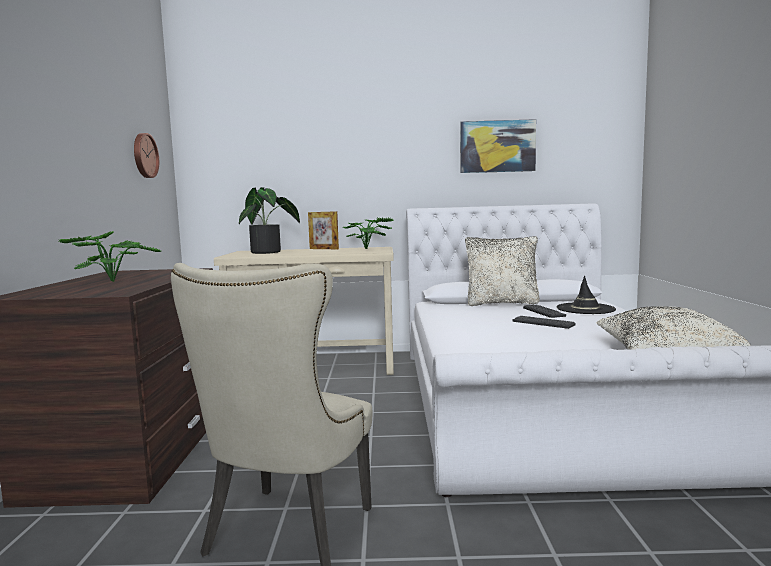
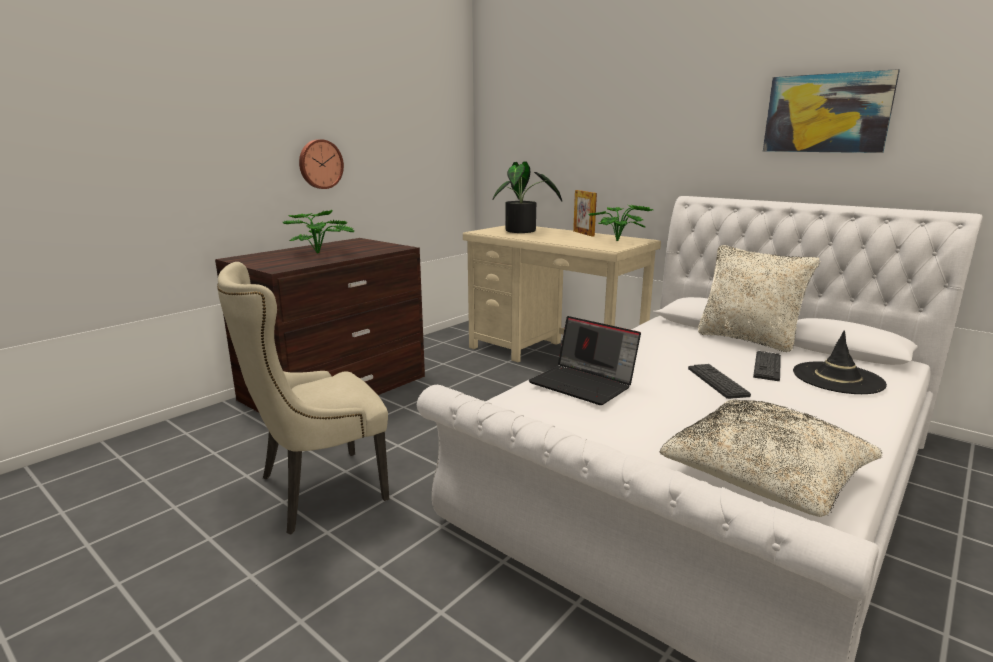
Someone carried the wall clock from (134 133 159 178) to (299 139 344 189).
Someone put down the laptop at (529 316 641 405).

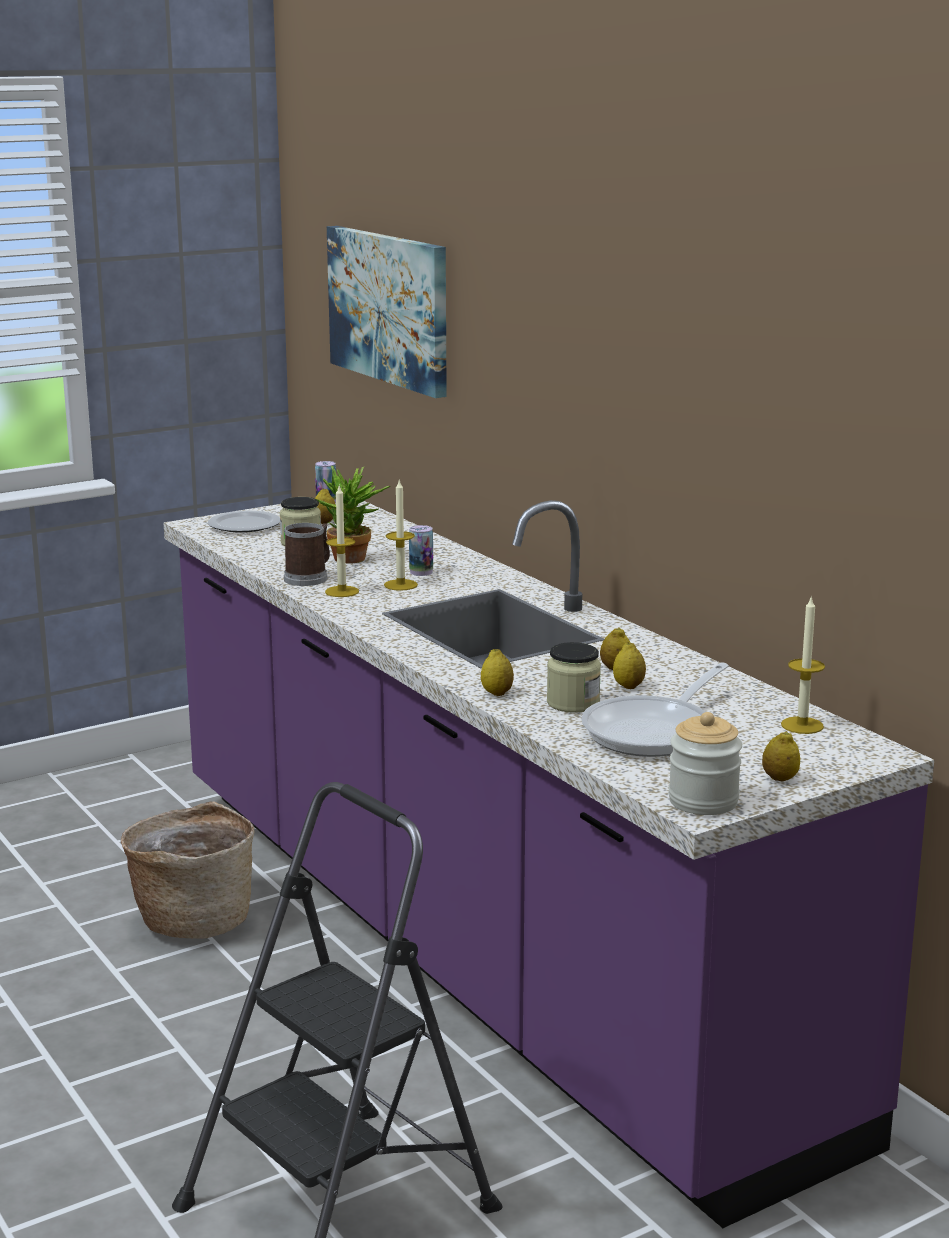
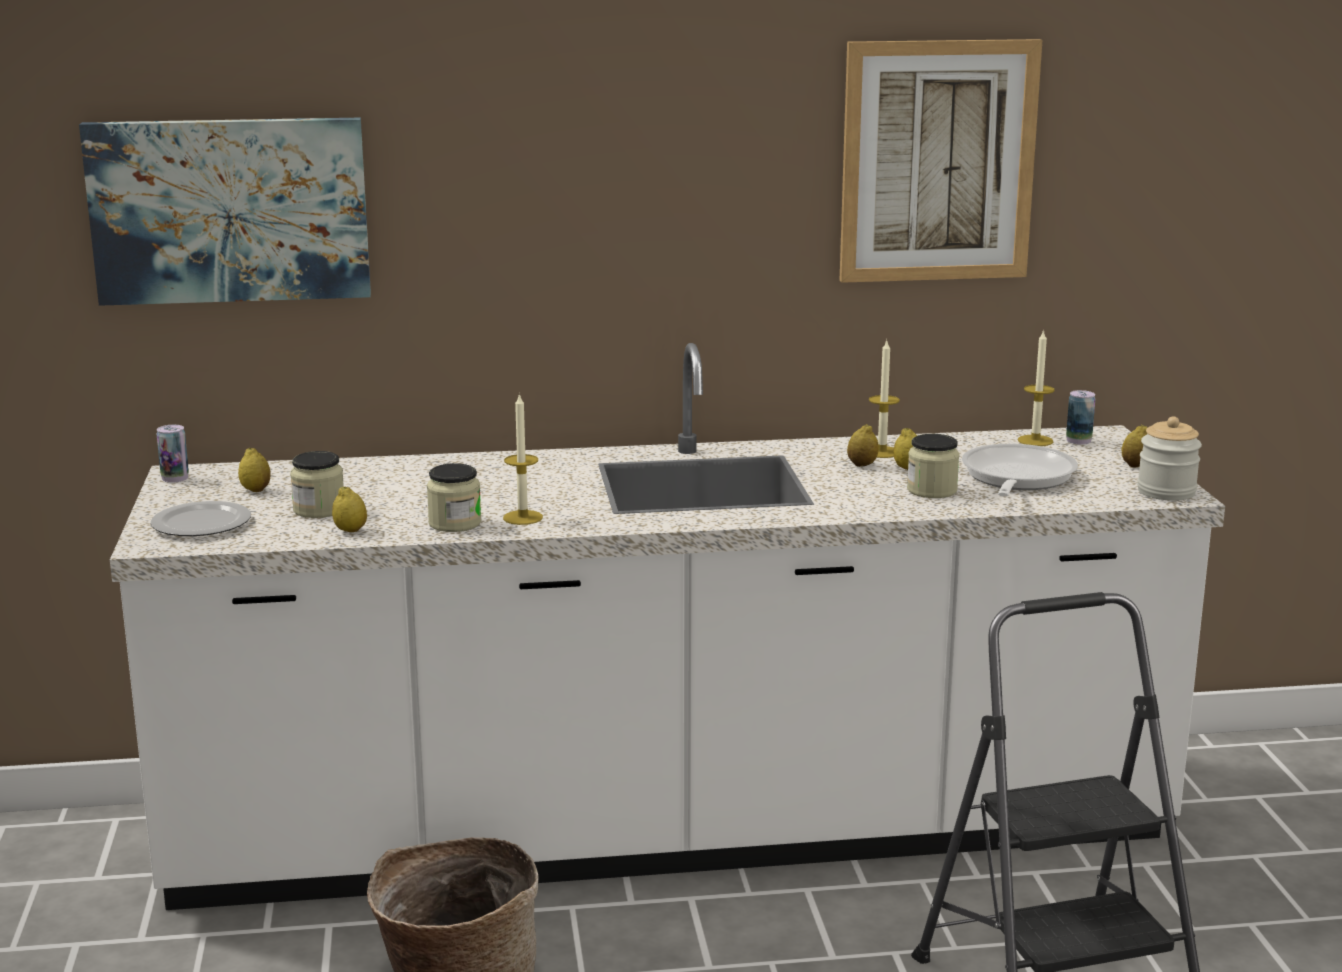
Someone repainted the purple counter at (164 500 934 1228), which became the white counter at (110 343 1225 910).
Someone swapped the mug at (284 523 330 586) for the jar at (427 463 482 532).
Someone took away the potted plant at (316 465 391 564).
Someone carried the candle from (384 479 418 591) to (869 340 900 458).
Someone carried the can from (409 525 433 576) to (1066 390 1095 445).
Someone carried the lemon from (481 649 514 696) to (332 487 367 532).
Someone rotated the frying pan at (581 662 729 757) by 135 degrees counterclockwise.
Someone put up the picture at (839 39 1042 283).

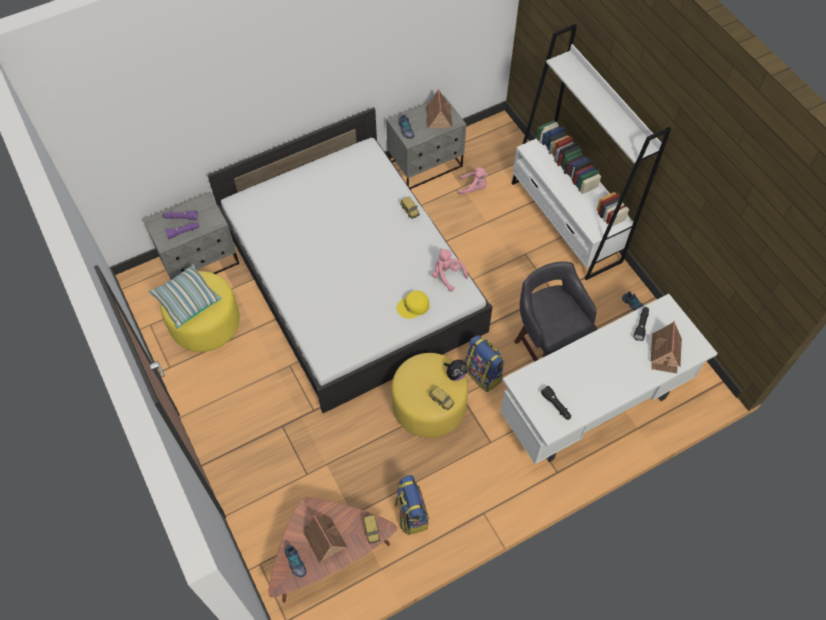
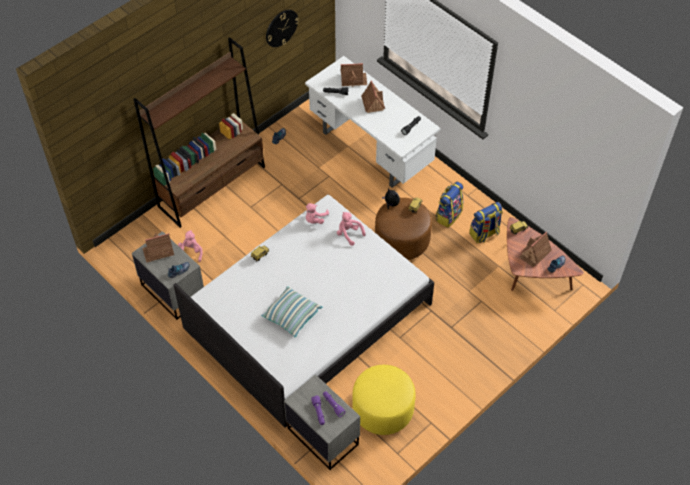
Someone carried the pillow from (149 264 222 329) to (261 286 323 338).
Someone repainted the yellow ottoman at (391 353 468 438), which became the brown ottoman at (375 198 432 260).
Someone swapped the yellow cap at (397 290 429 319) for the pink plush toy at (337 212 366 246).
Someone carried the backpack from (465 335 505 392) to (435 182 463 228).
Someone repainted the white bookcase at (512 24 672 280), which became the brown bookcase at (134 37 265 228).
Someone took away the grey stool at (514 261 598 362).
Someone put up the wall clock at (266 10 299 47).
Someone put down the toy house at (361 81 385 113).

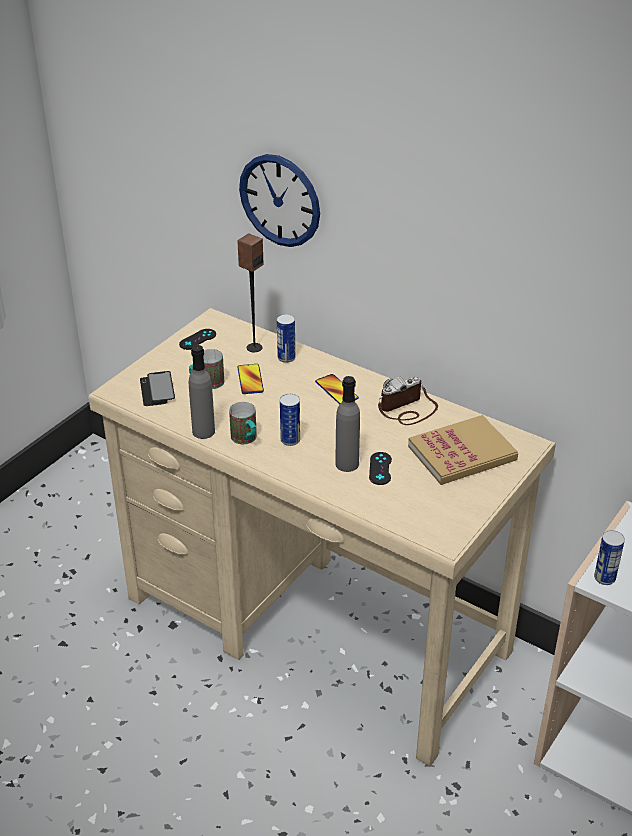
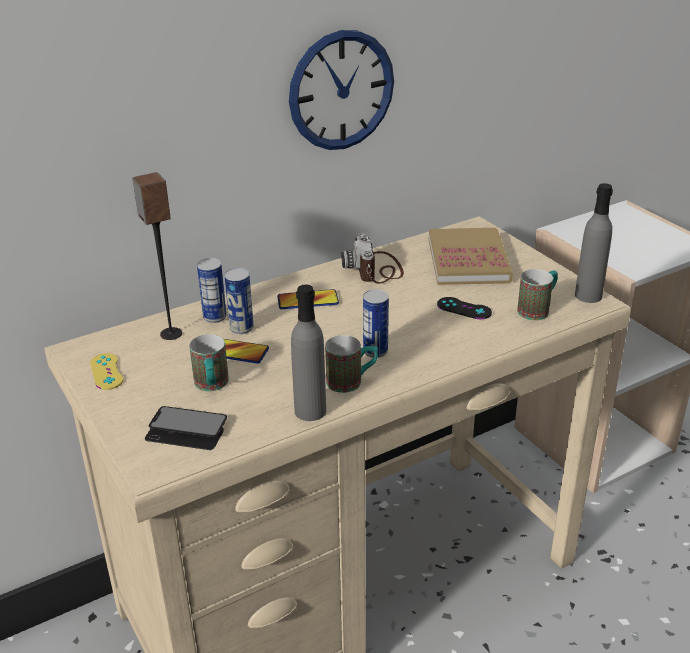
Someone repainted the black game controller at (179 329 216 350), which became the yellow game controller at (90 353 123 390).
Someone carried the wall clock from (239 154 320 247) to (289 30 394 150).
Someone carried the grey bottle from (336 376 360 472) to (575 183 613 303).
Someone carried the can from (594 530 625 585) to (225 268 254 334).
Someone put down the mug at (517 269 558 320).

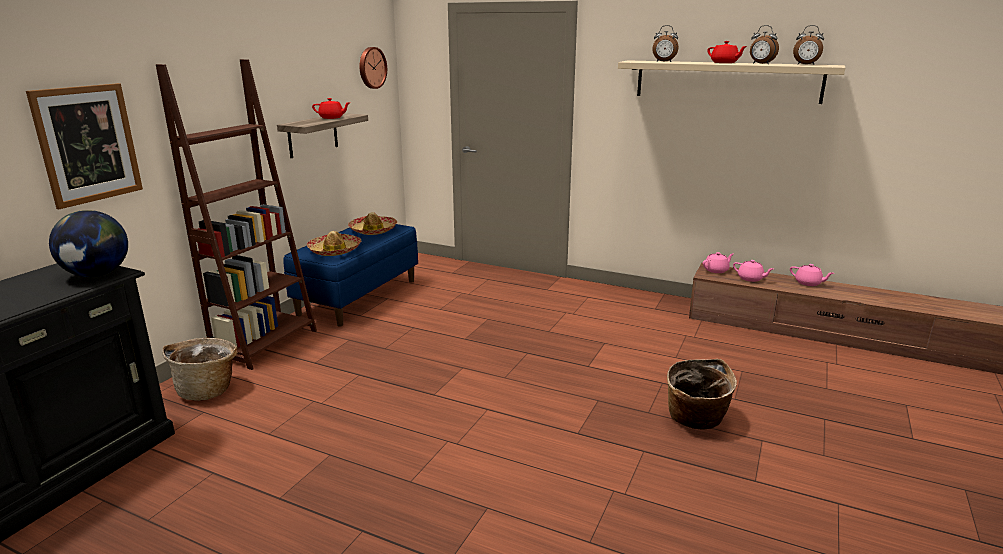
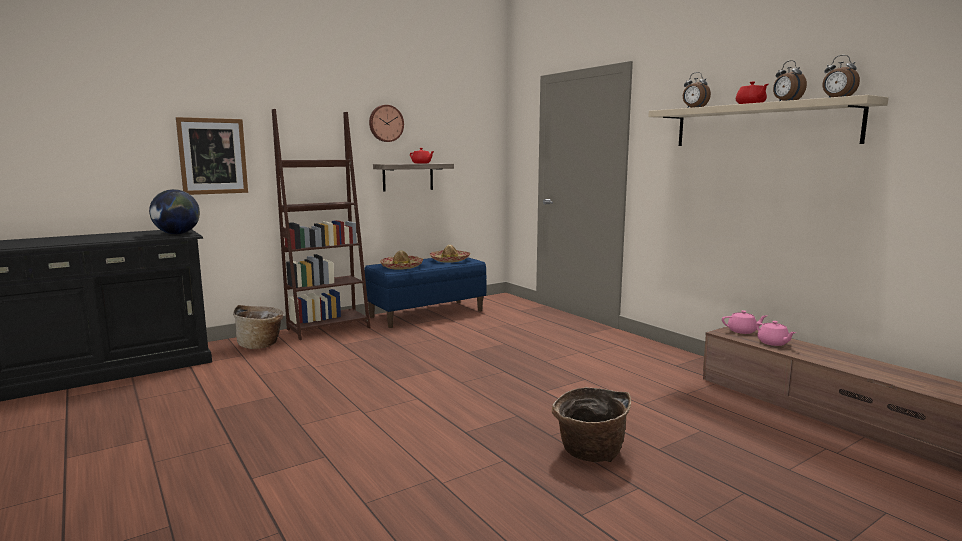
Someone carried the wall clock from (360 47 387 89) to (369 105 404 142).
Someone took away the pink teapot at (790 264 834 286).

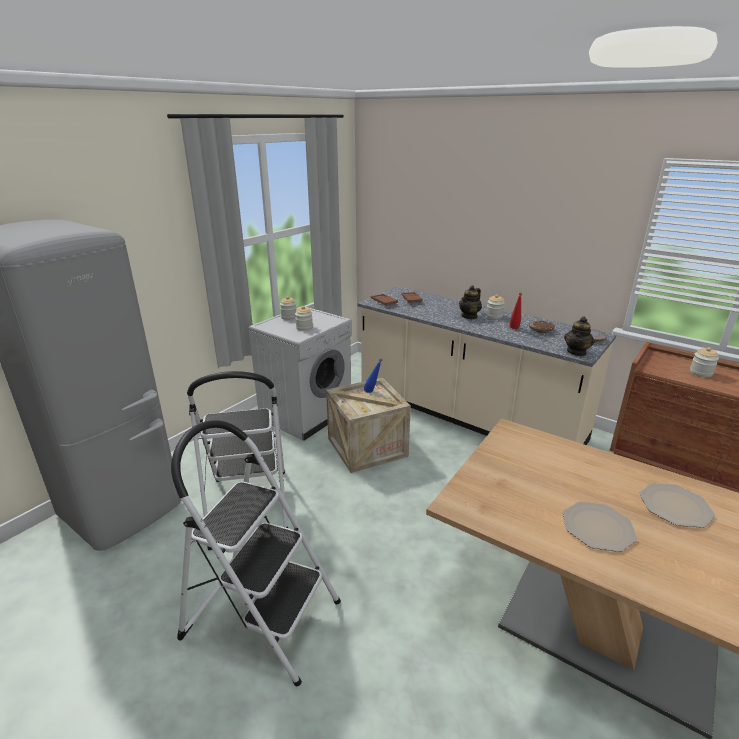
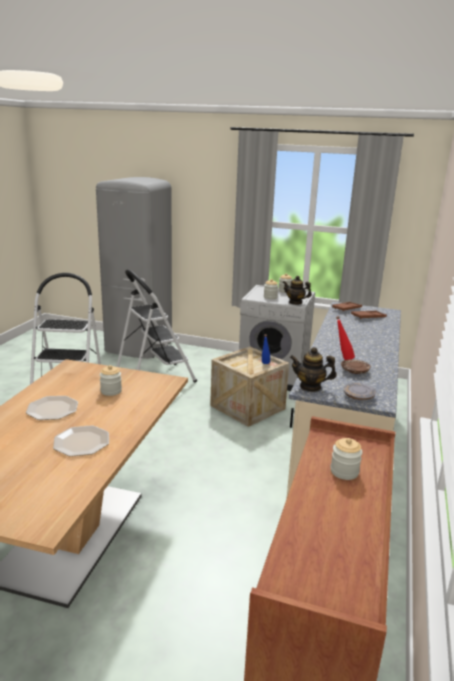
Someone carried the teapot from (459 285 482 319) to (283 276 312 305).
Someone carried the jar from (486 295 505 319) to (100 365 122 396).

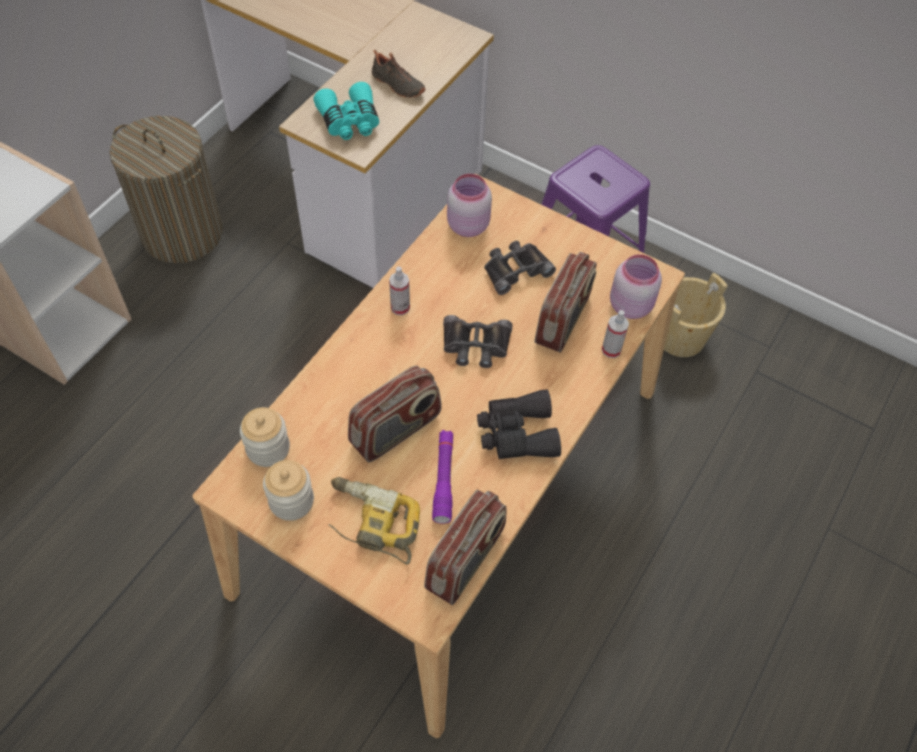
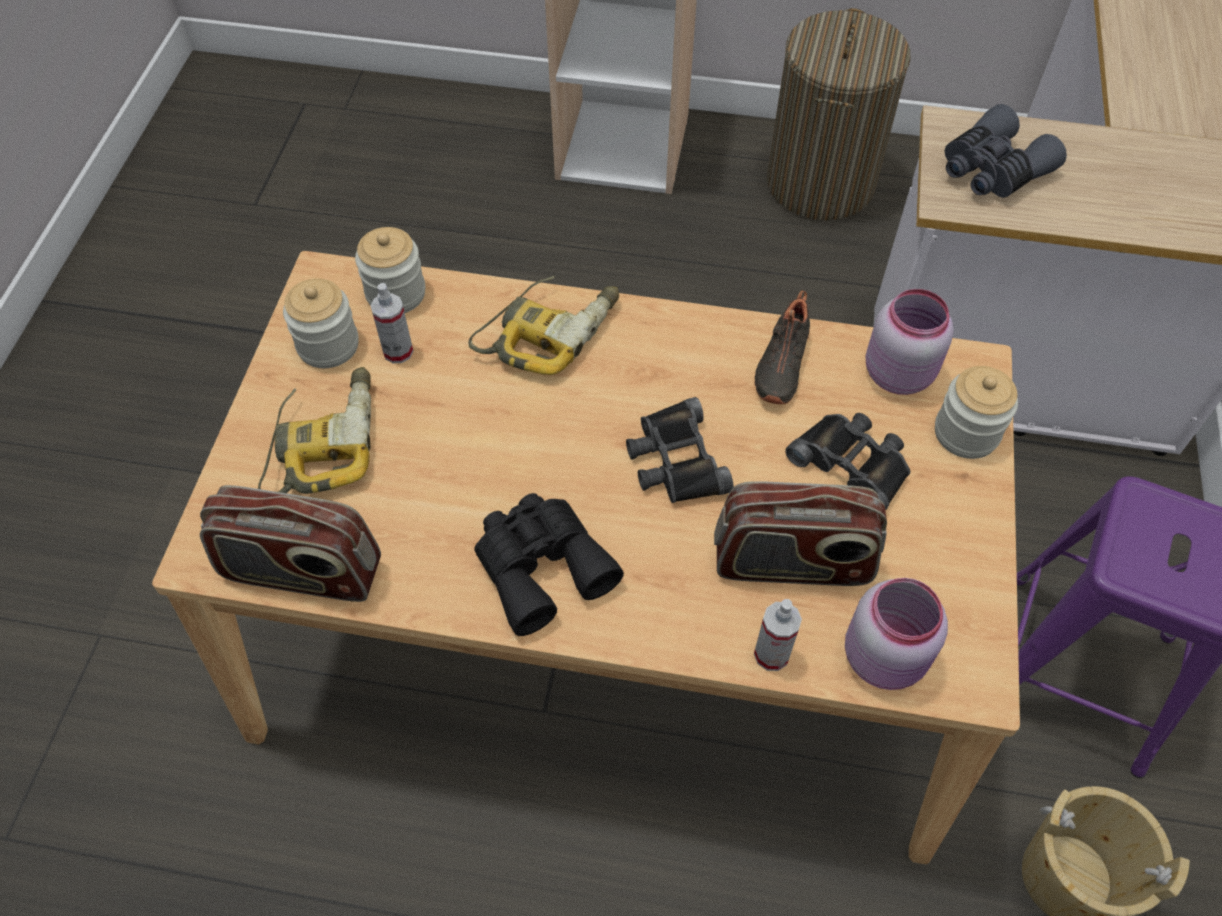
Someone repainted the turquoise binoculars at (313 82 379 140), which became the grey binoculars at (944 104 1067 198).
Someone took away the radio at (348 365 442 462).
Someone carried the black shoe from (372 50 425 98) to (754 291 810 404).
Someone carried the spray bottle from (389 266 410 315) to (370 283 413 363).
Someone took away the purple flashlight at (432 430 453 524).
Someone put down the power drill at (468 276 619 375).
Someone put down the jar at (935 366 1018 459).

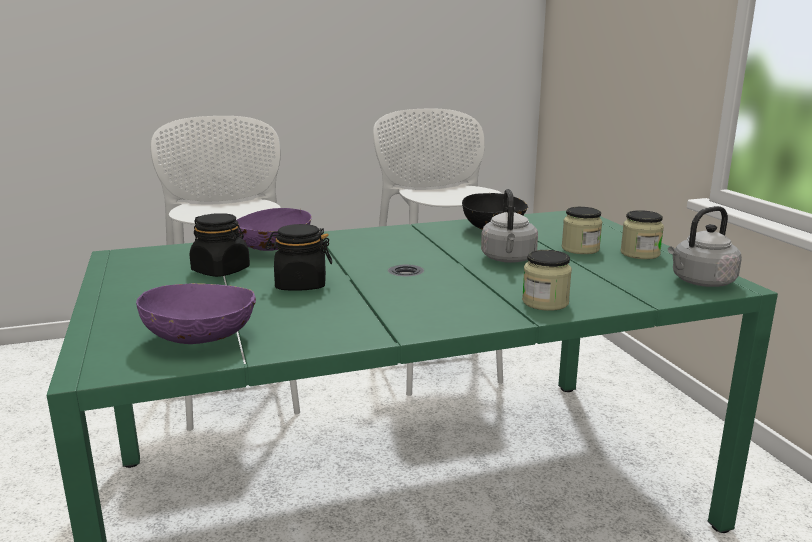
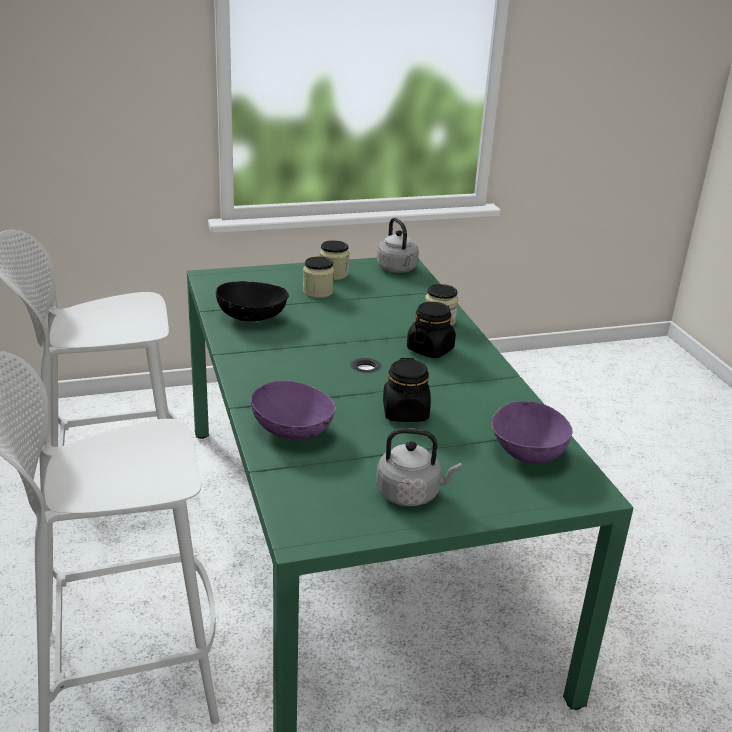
Someone carried the black jar from (190 213 250 277) to (407 302 456 358).
Someone carried the grey kettle from (481 189 538 263) to (376 428 462 506).

